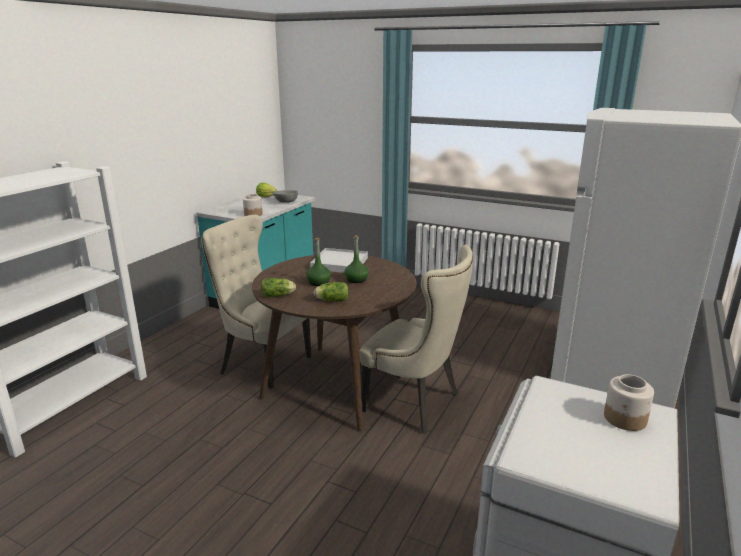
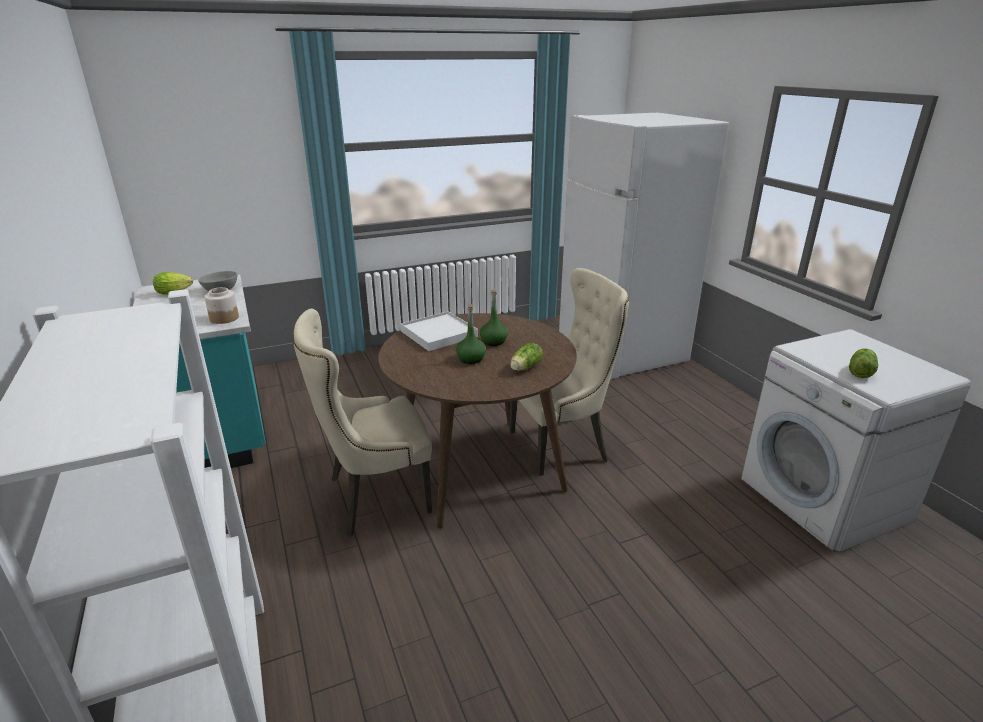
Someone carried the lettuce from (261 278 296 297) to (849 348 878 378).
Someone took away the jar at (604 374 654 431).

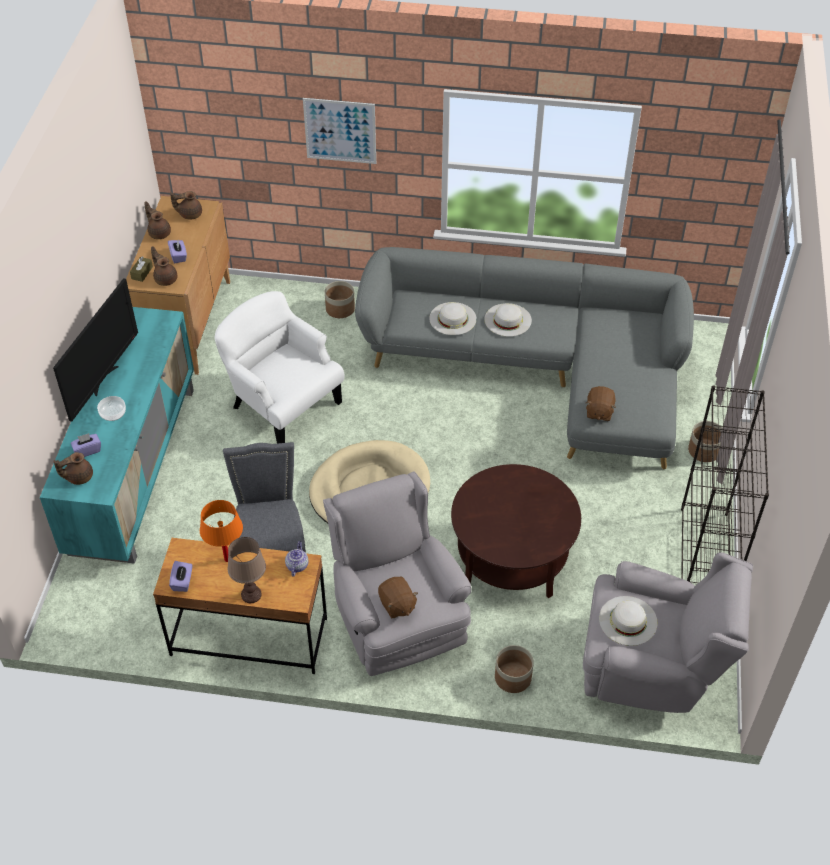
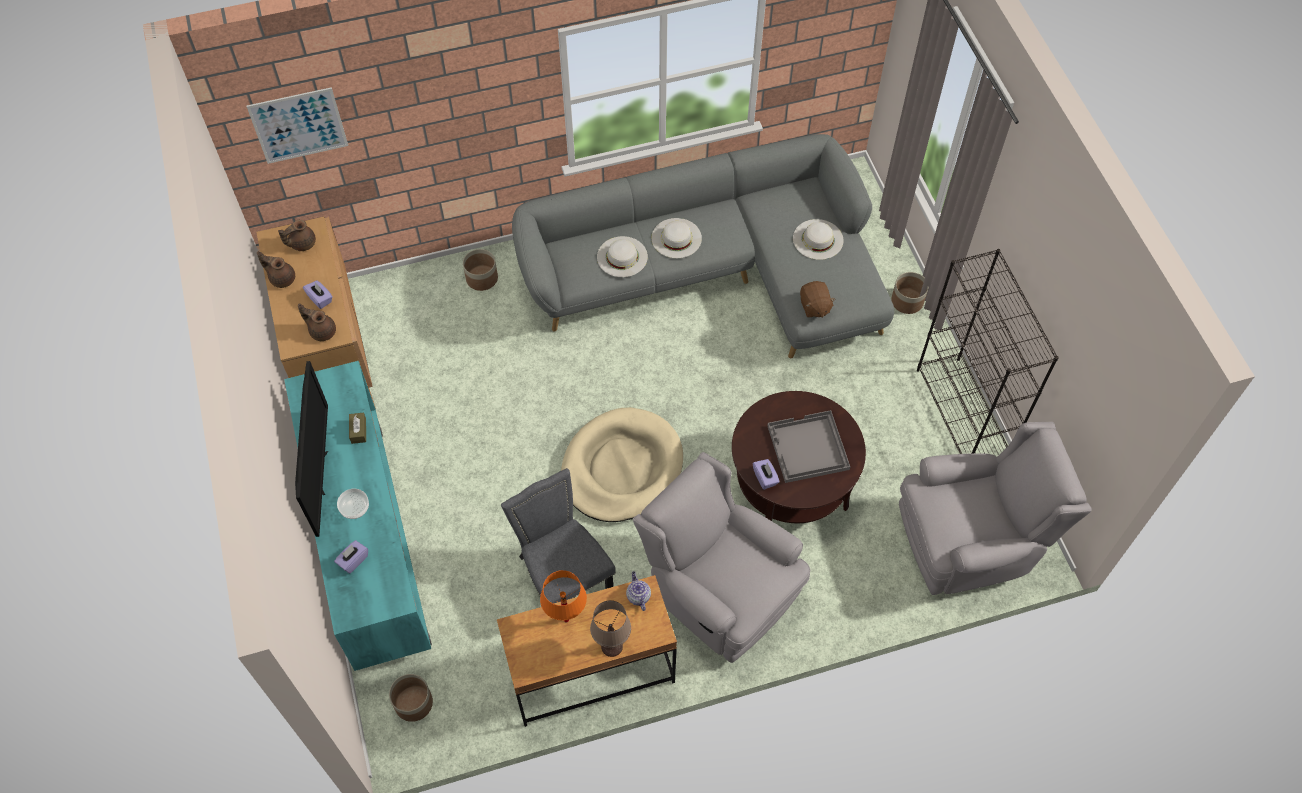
Someone took away the brown teapot at (54 452 93 485).
Someone carried the brown tissue box from (130 257 153 282) to (349 413 366 444).
Someone carried the purple tissue box from (169 561 192 592) to (753 459 780 490).
Someone took away the white armchair at (215 291 345 444).
Someone carried the picture from (303 98 376 164) to (247 87 348 164).
Someone took away the brown plush toy at (378 577 418 618).
Someone carried the planter from (495 645 534 693) to (389 674 433 722).
Someone carried the white hat from (599 596 658 646) to (793 219 843 260).
Someone put down the grey tray at (768 410 850 483).

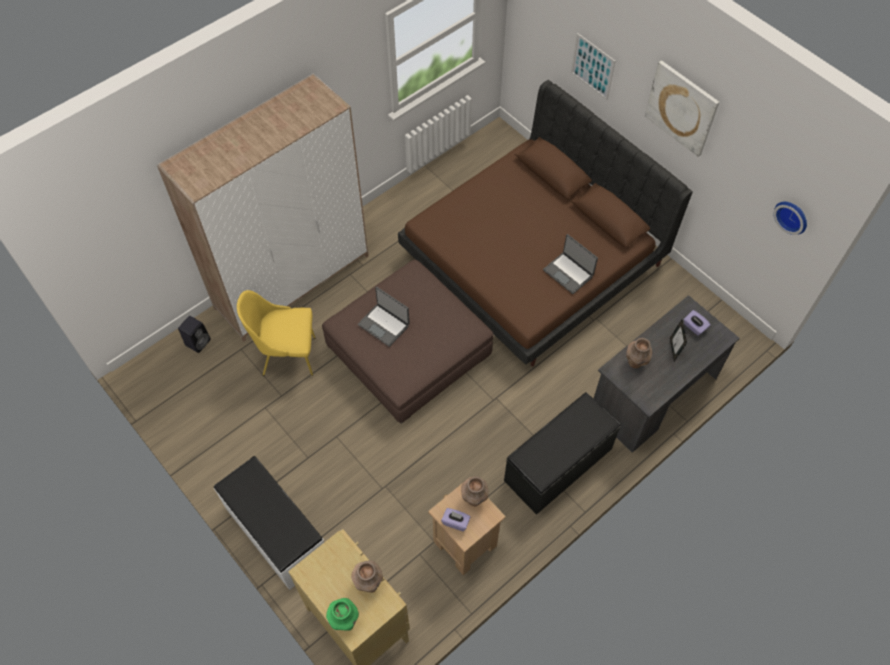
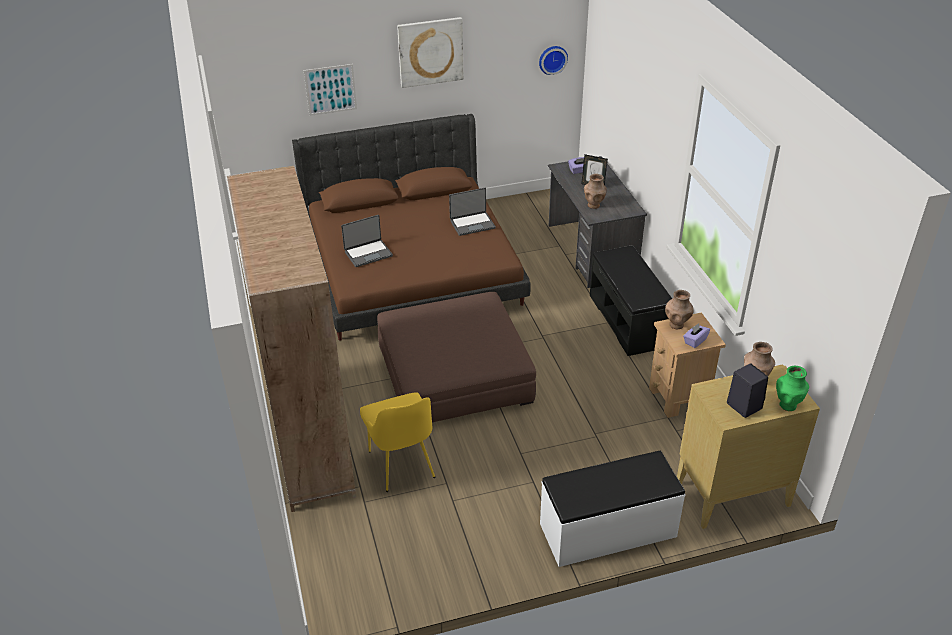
Someone carried the black speaker from (178 316 211 353) to (727 363 768 418).
Someone rotated the yellow chair at (237 290 315 376) by 45 degrees counterclockwise.
Someone carried the laptop from (358 286 410 347) to (341 215 393 267).

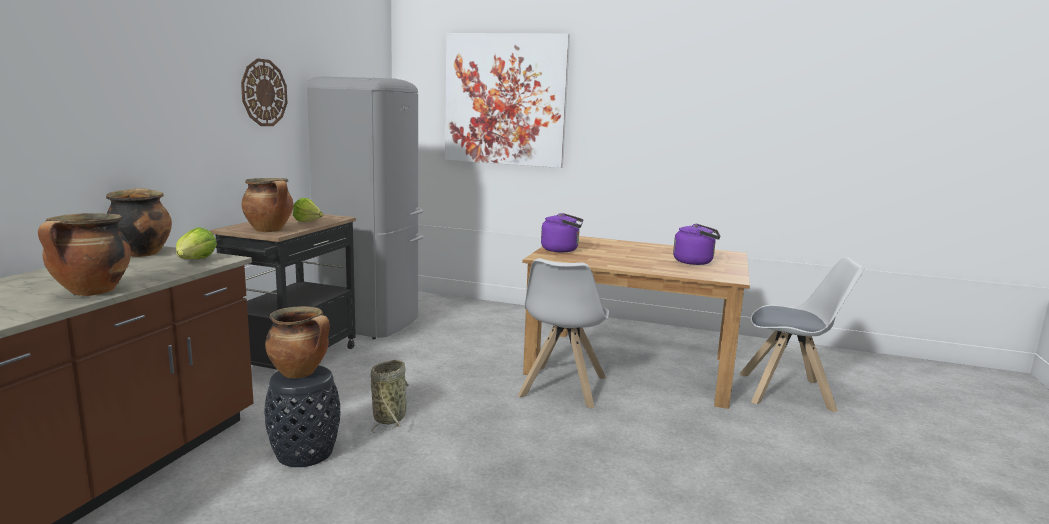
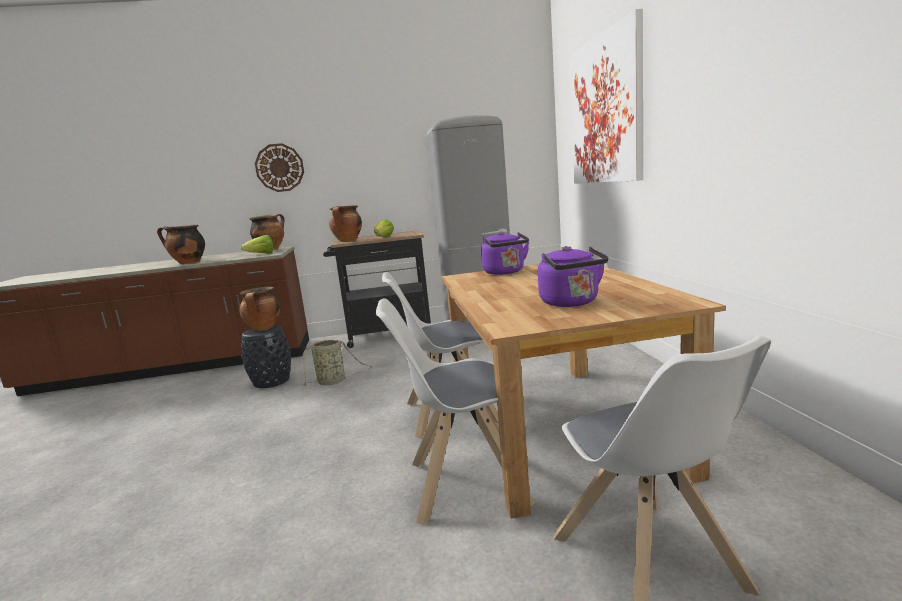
Someone carried the wall clock from (241 58 287 126) to (255 143 304 192).
Someone put down the chair at (376 299 535 525).

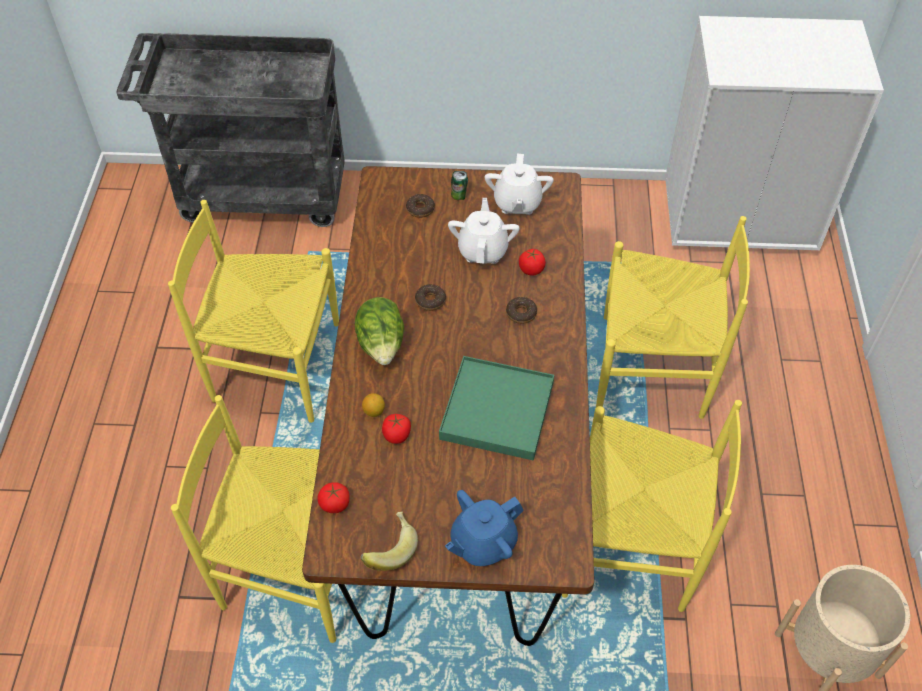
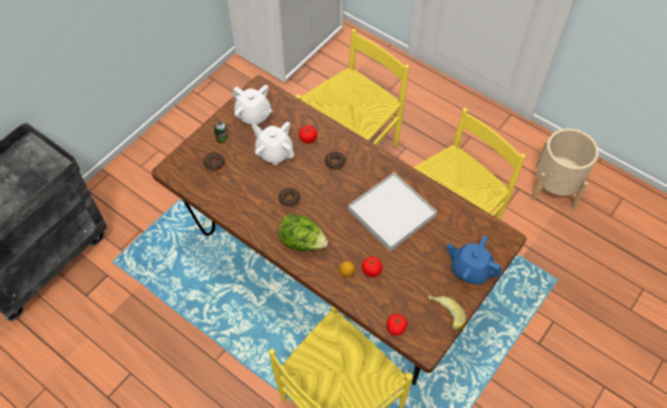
Someone took away the yellow chair at (168 200 339 423).
Someone repainted the green tray at (439 356 554 460), which became the white tray at (348 172 437 252).
Someone rotated the blue teapot at (445 490 524 566) by 120 degrees clockwise.

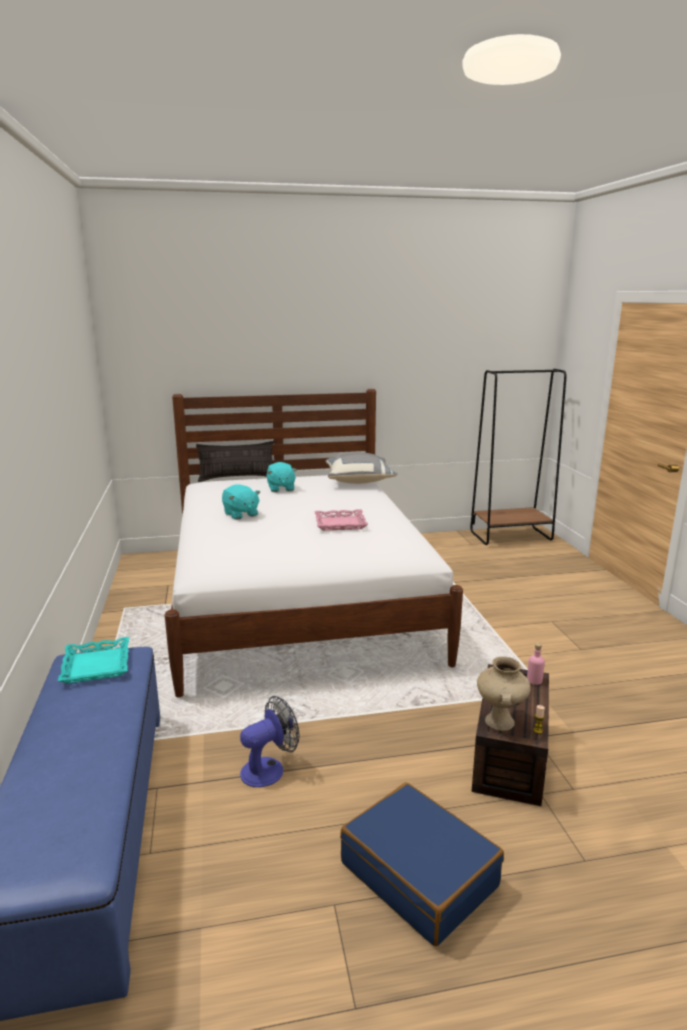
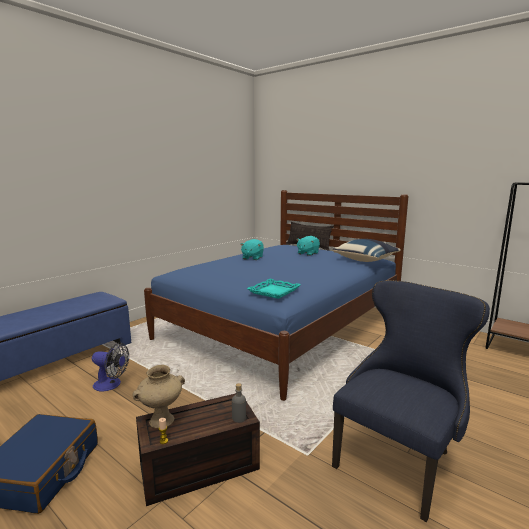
Someone carried the turquoise tray from (58 637 129 683) to (247 279 301 299).
Someone repainted the white bed at (165 389 463 698), which became the blue bed at (144 190 409 401).
Someone took away the pink tray at (314 509 368 531).
Someone repainted the grey pillow at (325 452 397 484), which became the blue pillow at (332 239 401 262).
Someone repainted the pink bottle at (527 643 545 685), which became the grey bottle at (232 383 246 423).
Someone put down the blue chair at (332 280 490 522).

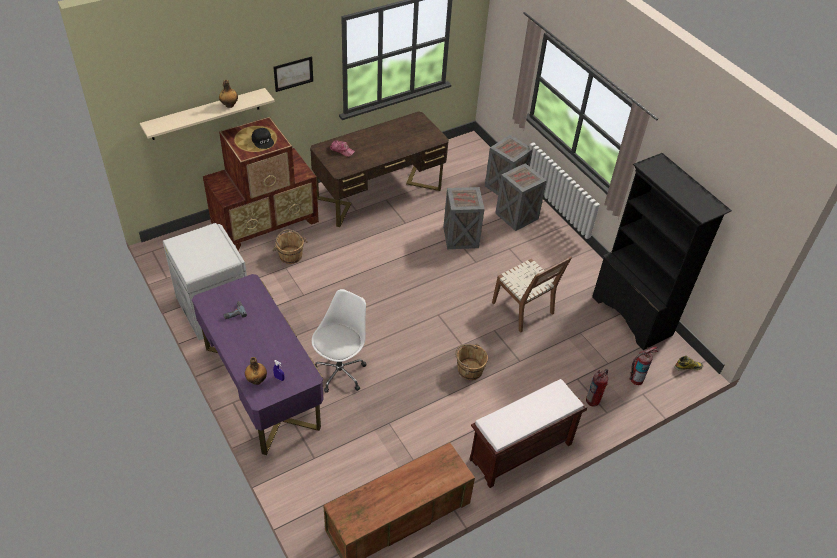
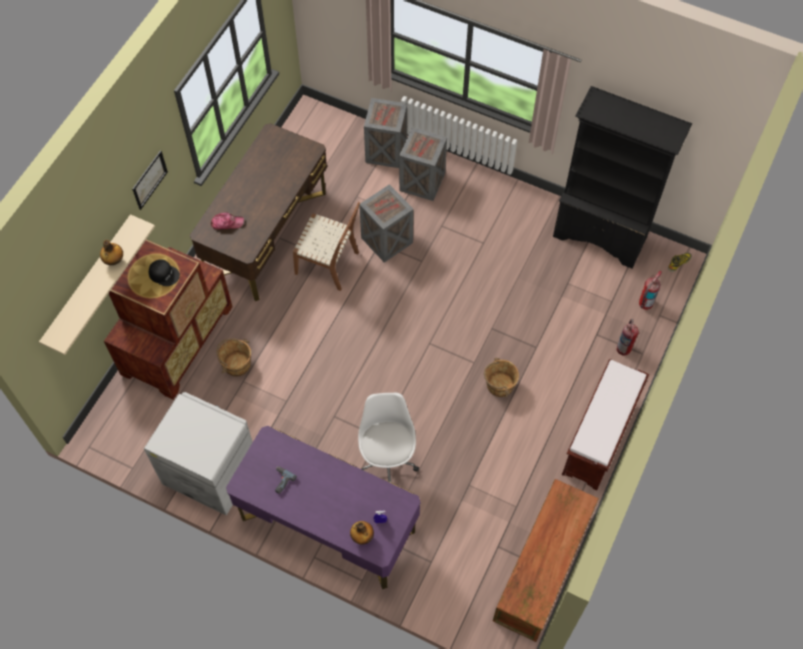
Someone carried the chair from (492 256 572 332) to (293 202 360 291).

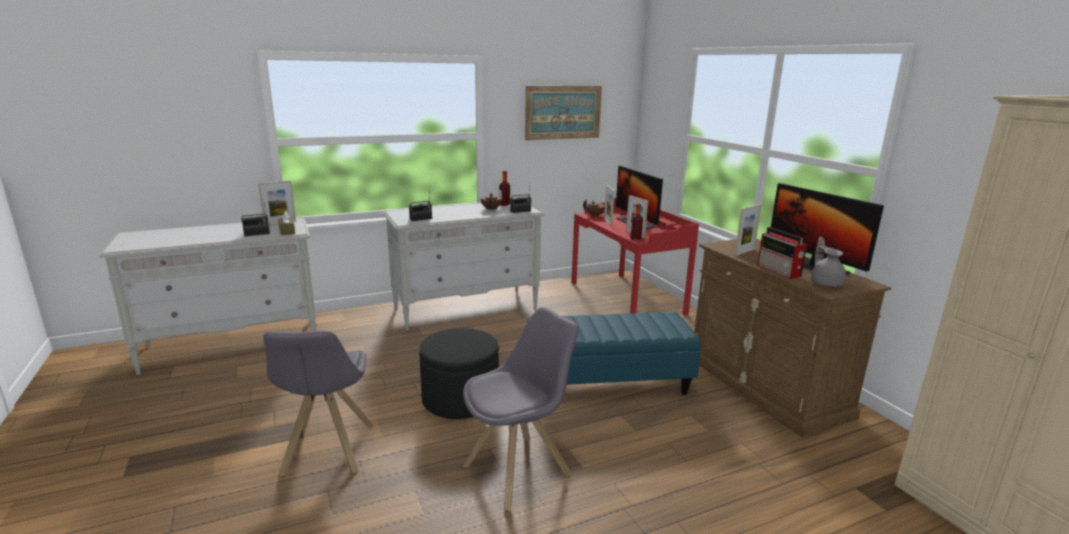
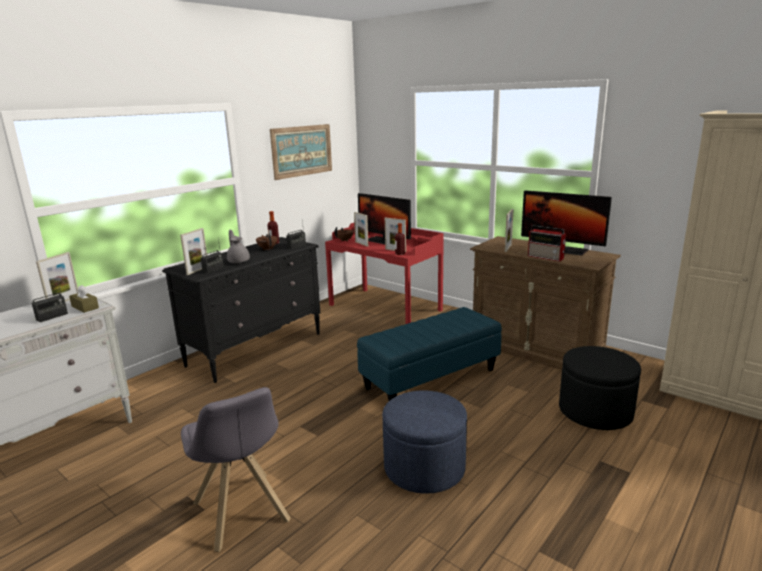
Someone repainted the white dresser at (383 203 544 331), which became the black dresser at (162 237 320 383).
Someone carried the black ottoman from (419 328 499 419) to (559 346 641 430).
Someone swapped the grey chair at (463 307 579 511) for the blue ottoman at (382 390 467 494).
Someone carried the grey teapot from (811 237 846 287) to (227 230 250 263).
Someone put down the picture frame at (180 228 207 275).

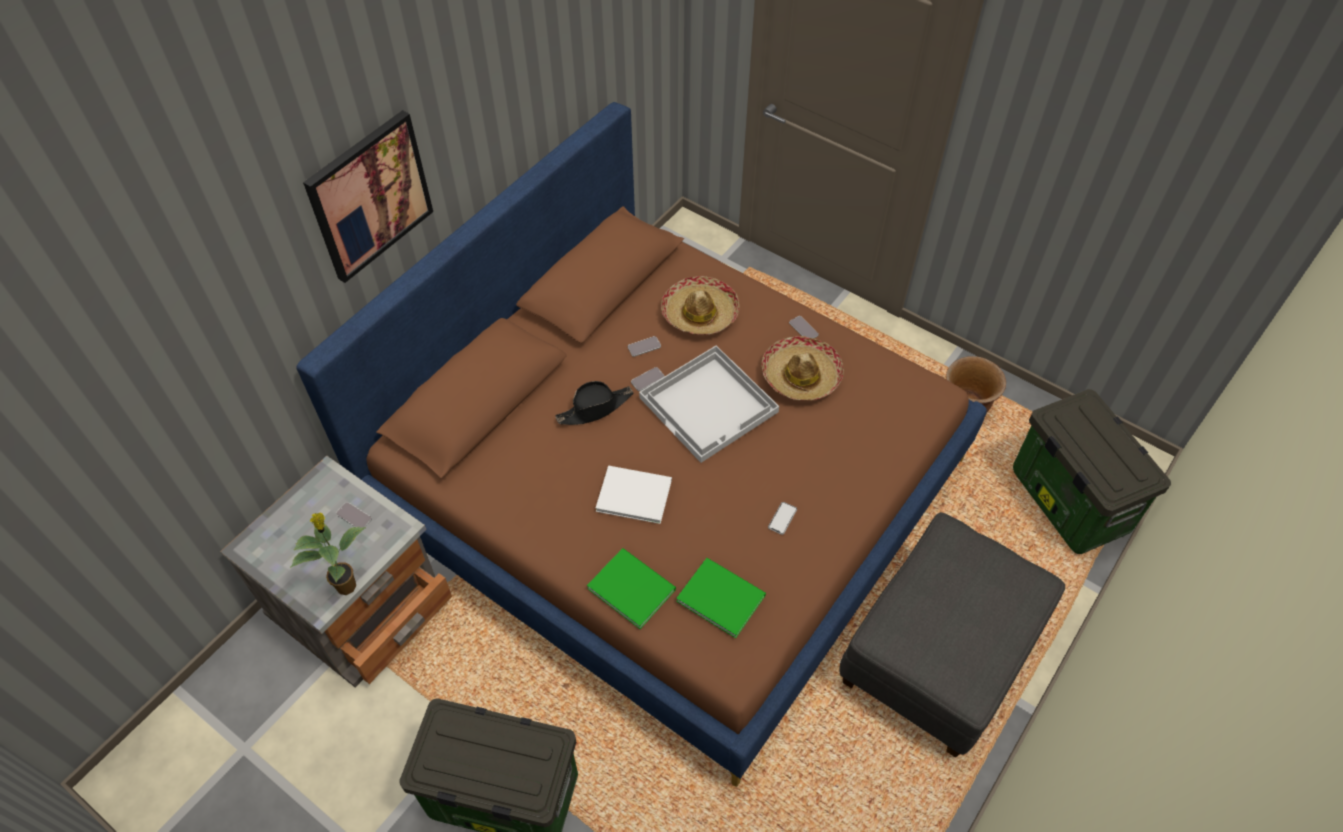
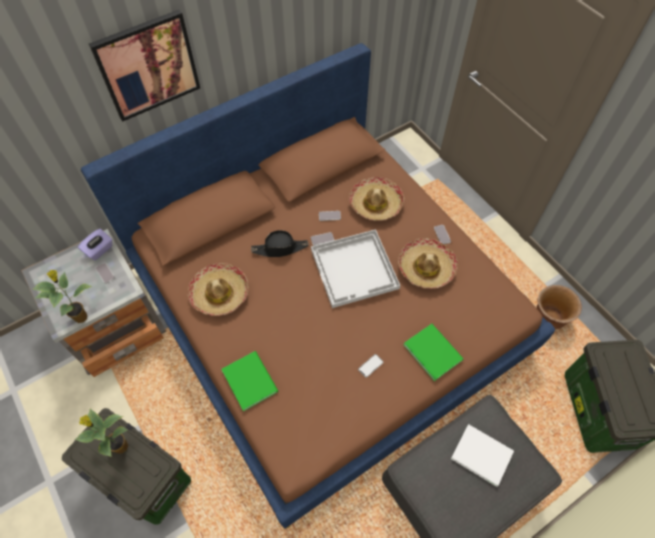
Someone carried the white book from (596 466 672 524) to (451 424 514 487).
Someone carried the green book from (676 558 766 638) to (404 324 464 381).
Someone put down the potted plant at (75 409 128 457).
Someone put down the purple tissue box at (78 228 112 260).
Someone put down the hat at (188 263 248 316).

